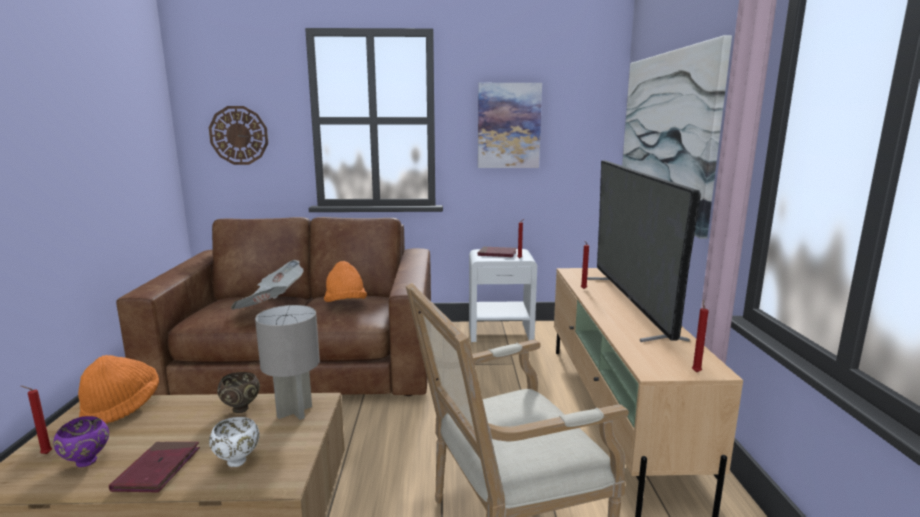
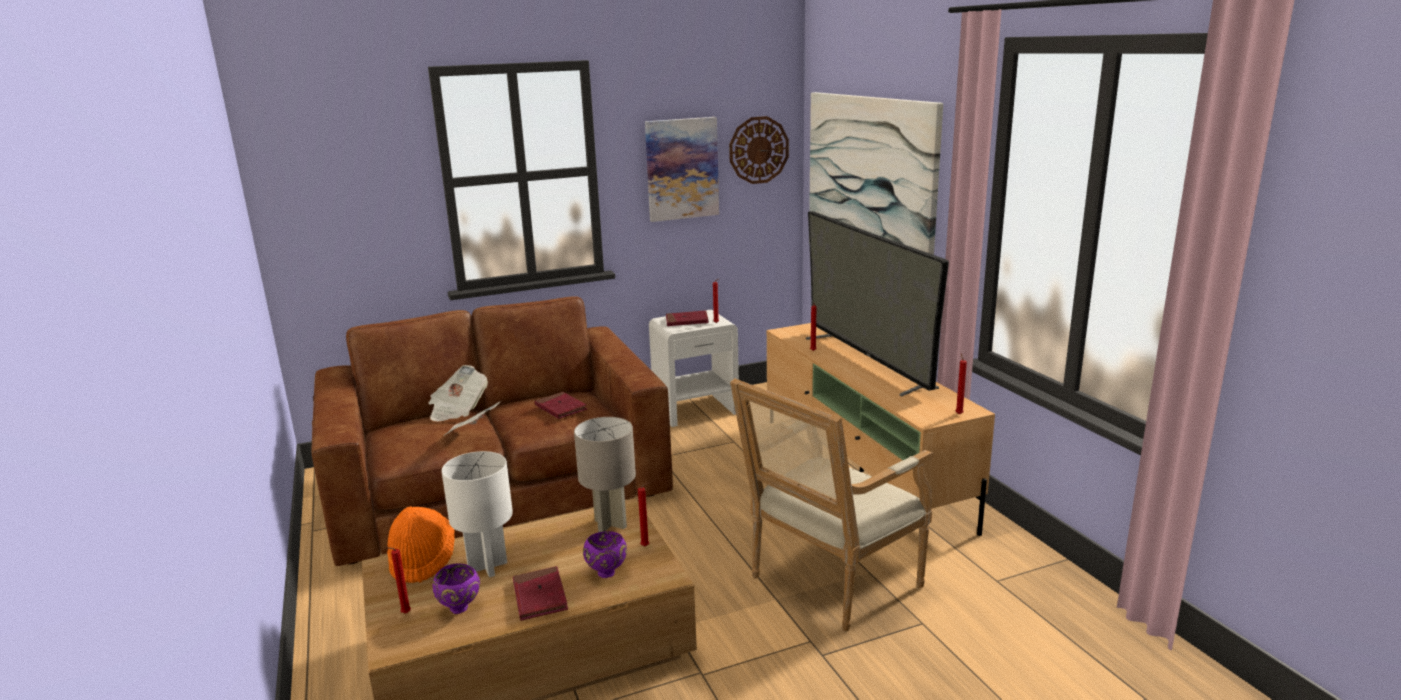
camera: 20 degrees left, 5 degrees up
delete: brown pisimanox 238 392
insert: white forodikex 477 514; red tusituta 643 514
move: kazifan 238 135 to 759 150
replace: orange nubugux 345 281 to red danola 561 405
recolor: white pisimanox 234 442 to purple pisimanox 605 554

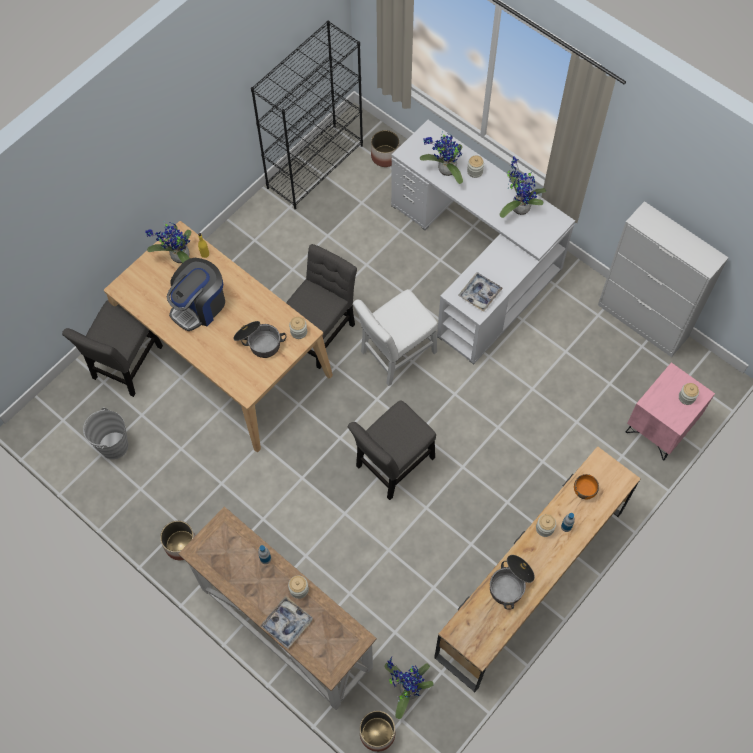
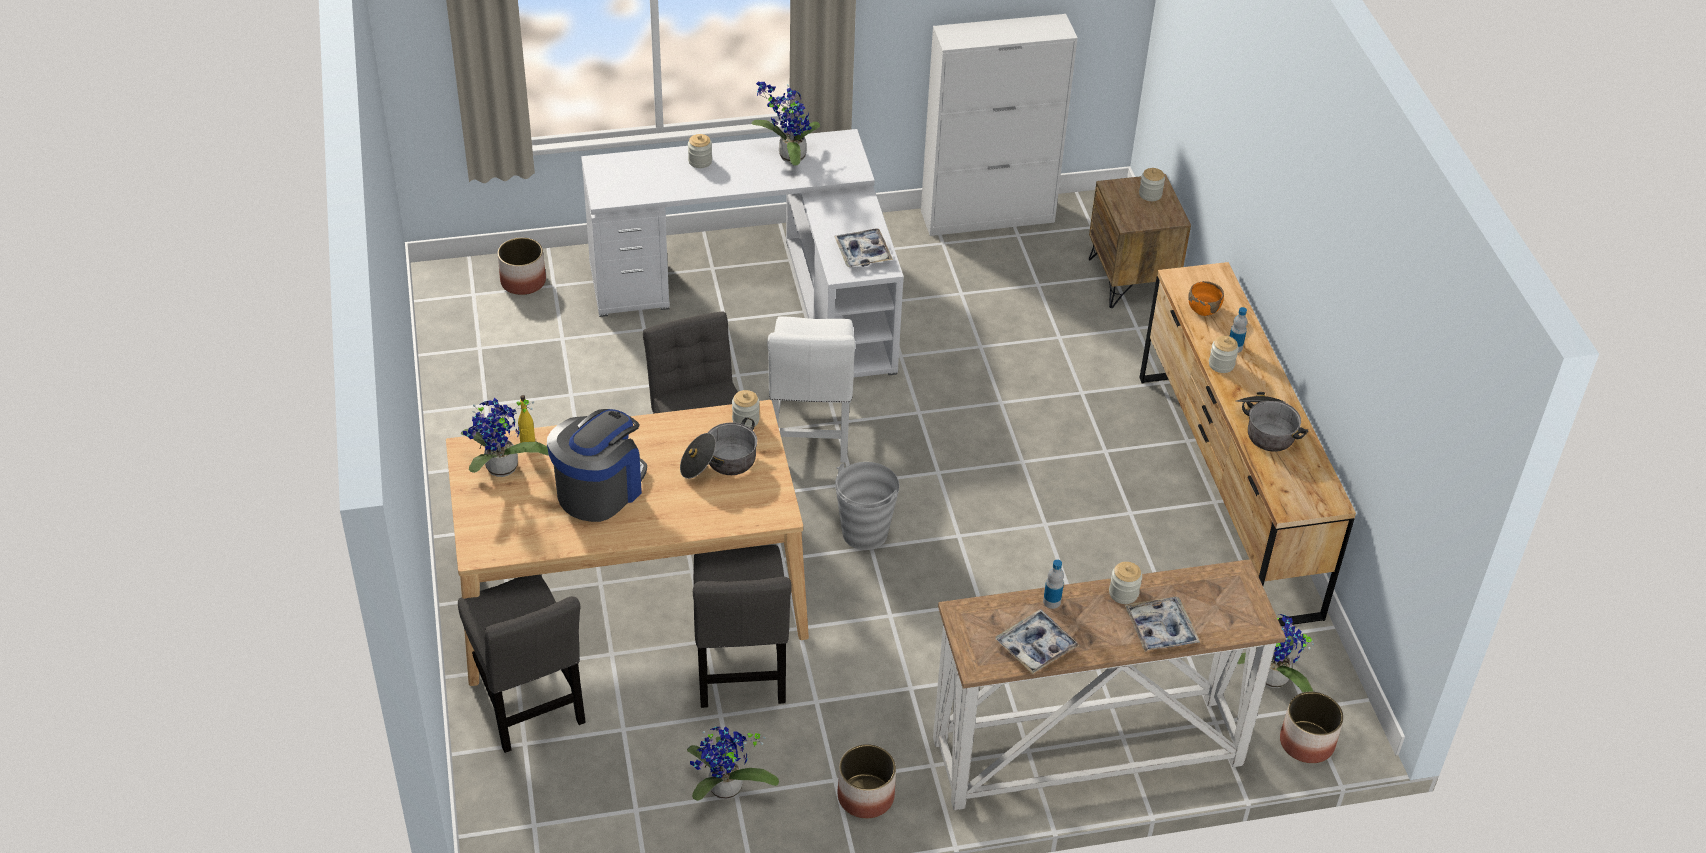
camera: 55 degrees left, 20 degrees down
delete: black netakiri 307 115
insert: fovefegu 1037 641
move: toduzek 441 157 to 733 763; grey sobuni 391 450 to 742 626; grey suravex 105 433 to 867 506
recolor: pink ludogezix 670 411 to brown ludogezix 1140 241
rotate: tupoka 196 294 = 597 465 135 degrees counterclockwise

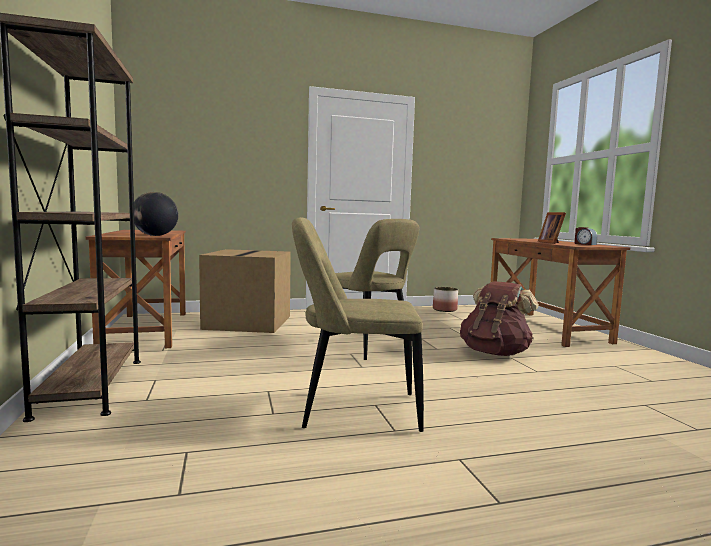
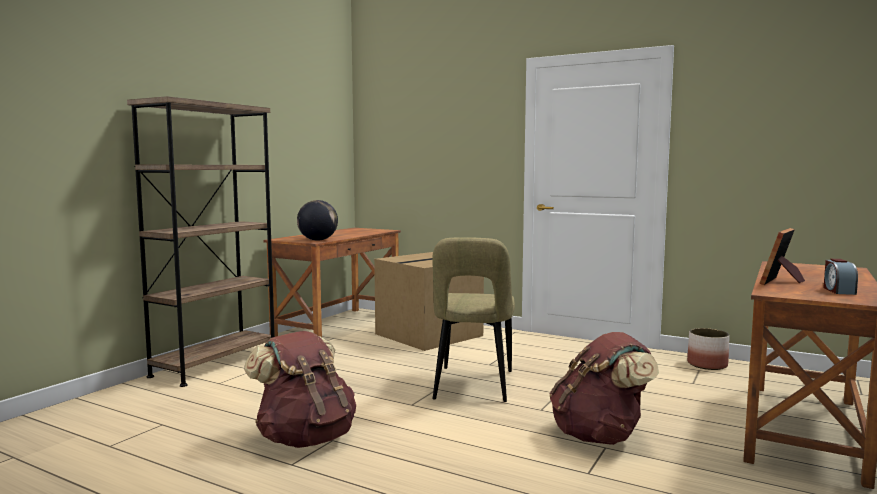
camera: 45 degrees right, 0 degrees up
replace: beige sobuni 358 324 to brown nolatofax 300 389

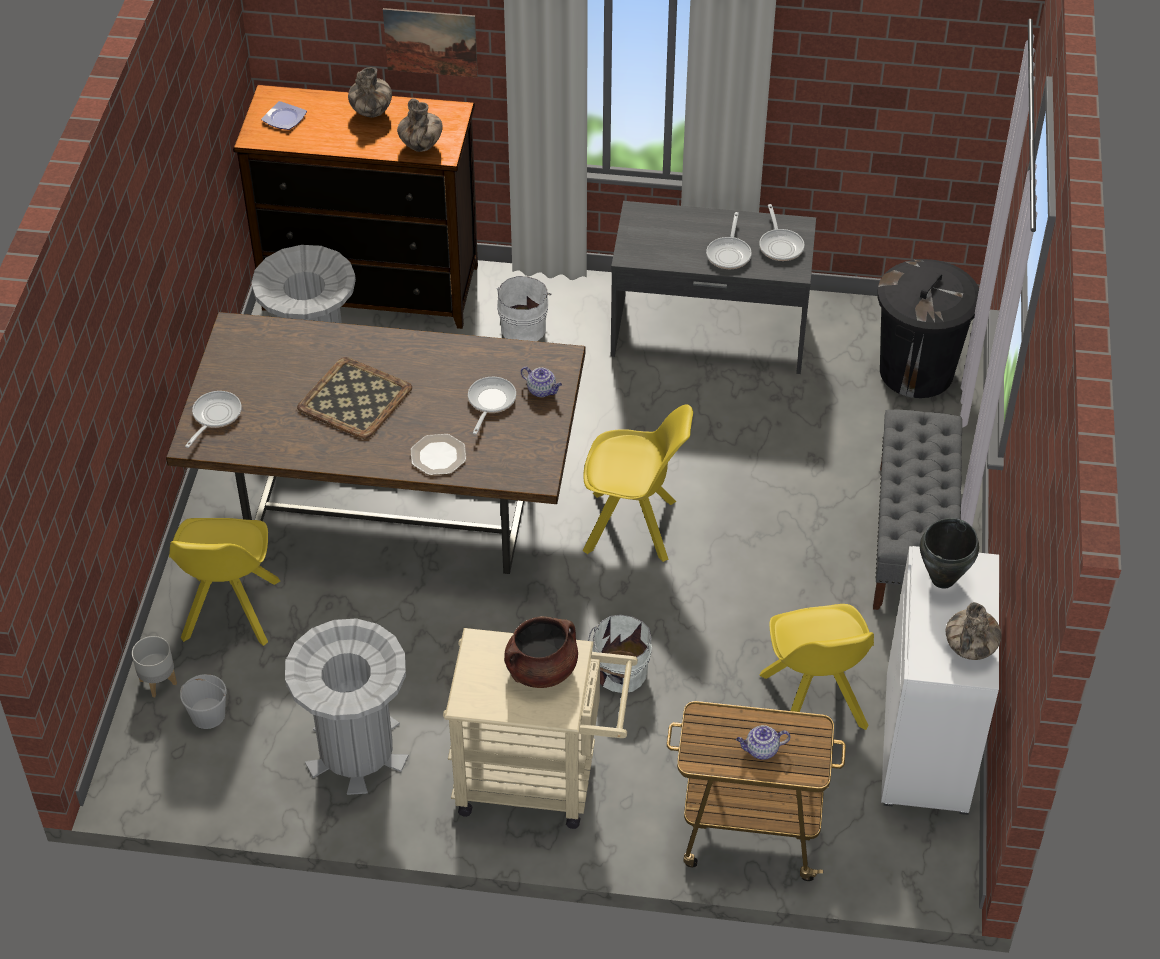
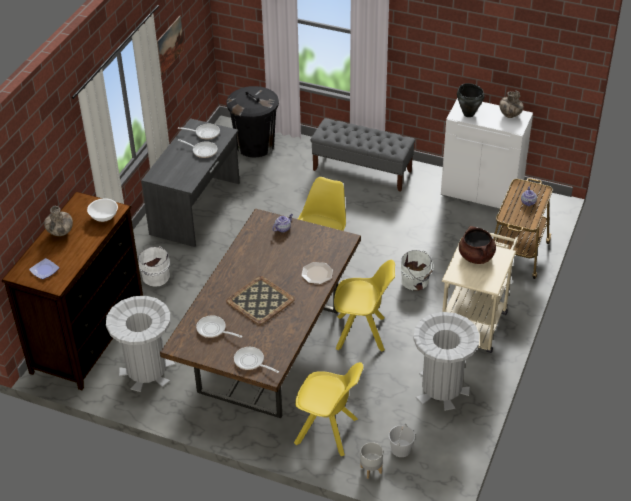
camera: 75 degrees left, 5 degrees down
move: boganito 430 42 to 170 45; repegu 492 405 to 219 326; yellow sobuni 816 667 to 364 305
replace: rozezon 420 125 to white pisimanox 102 210

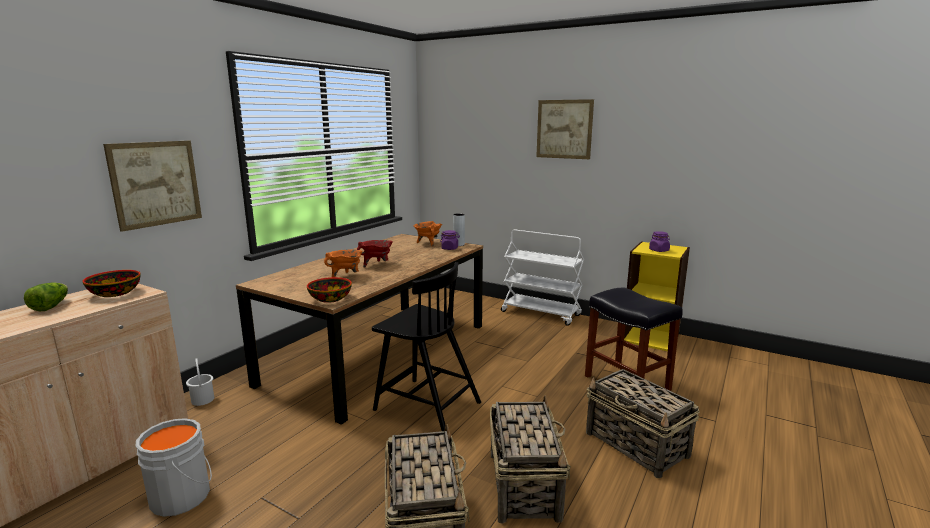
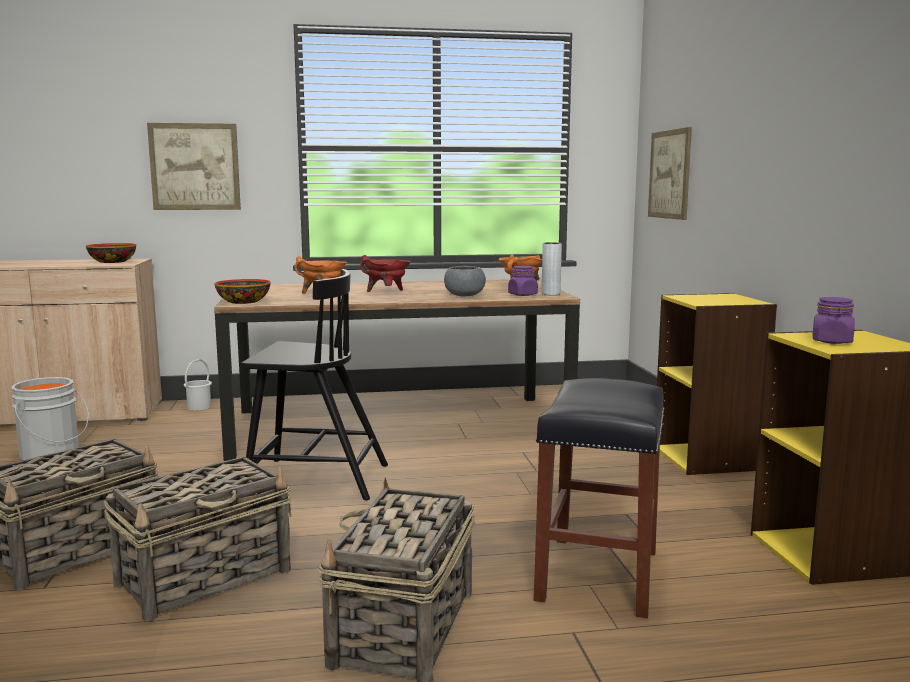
camera: 50 degrees right, 5 degrees down
delete: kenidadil 46 297
insert: grey pisimanox 465 281
move: boganito 565 129 to 670 173
replace: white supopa 542 278 to yellow netakiri 717 384
rotate: black sobuni 426 346 = 314 384 75 degrees counterclockwise

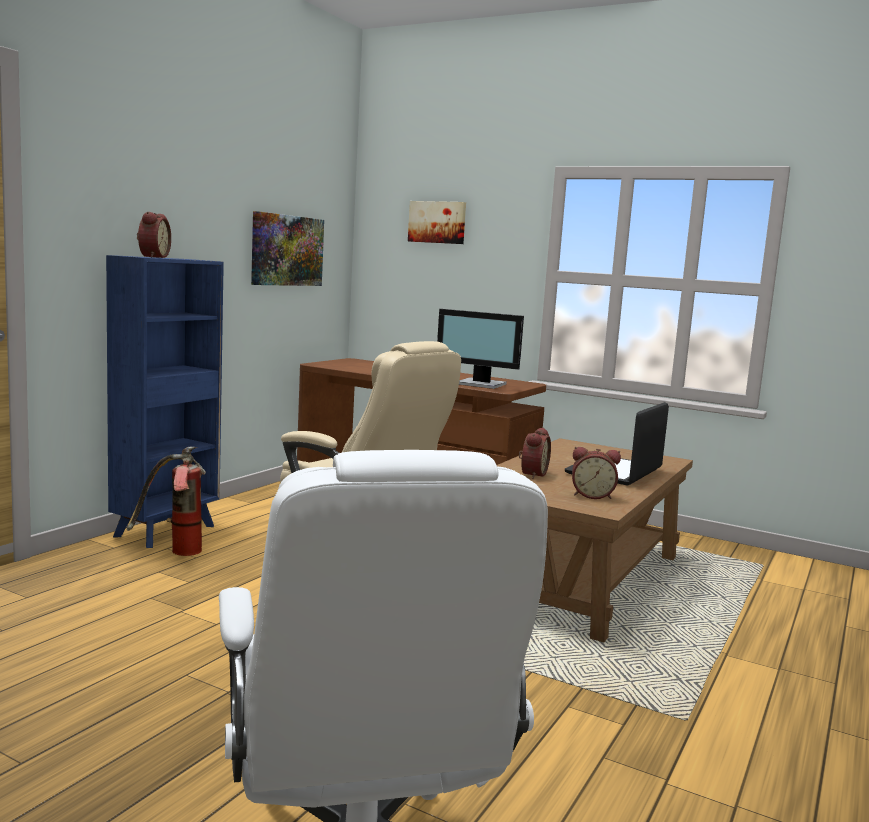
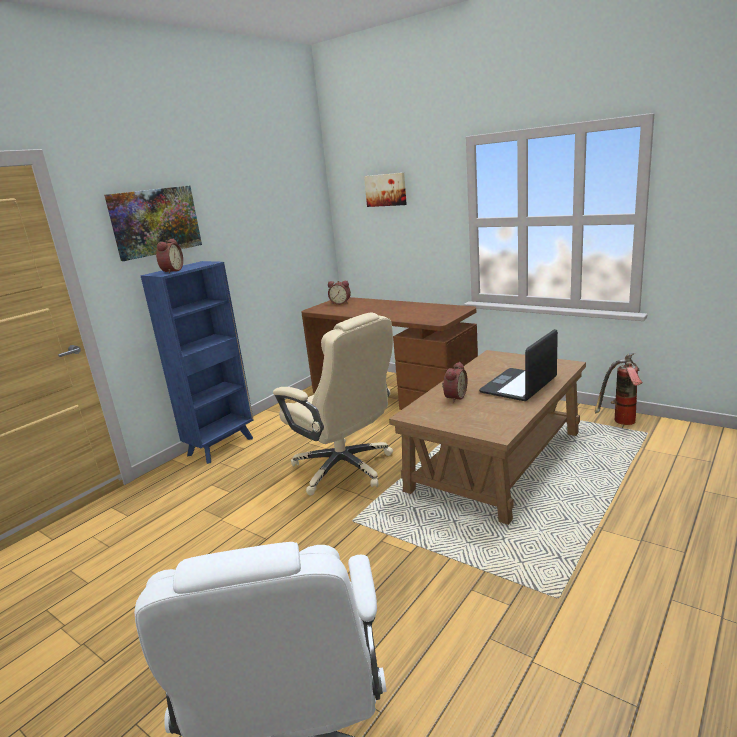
camera: 10 degrees right, 10 degrees up
delete: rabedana 480 349
move: boganito 287 248 to 153 223; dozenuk 596 473 to 339 293; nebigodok 166 501 to 618 389

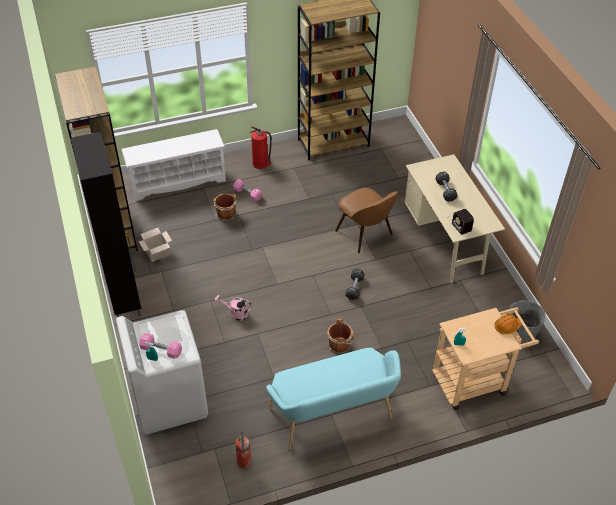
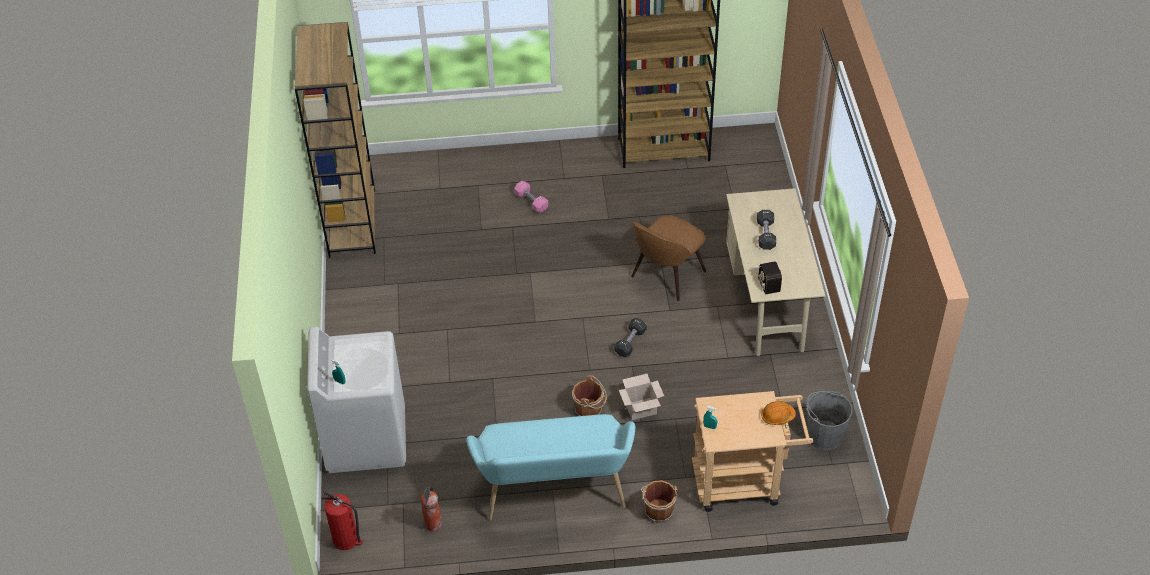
camera: 15 degrees right, 0 degrees up
delete: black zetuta 106 224; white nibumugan 173 165; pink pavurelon 160 346; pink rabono 233 308
move: nebigodok 260 147 to 342 521; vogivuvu 155 245 to 641 397; brown suravex 225 207 to 659 501
rotate: brown sobuni 366 220 = 668 258 60 degrees clockwise

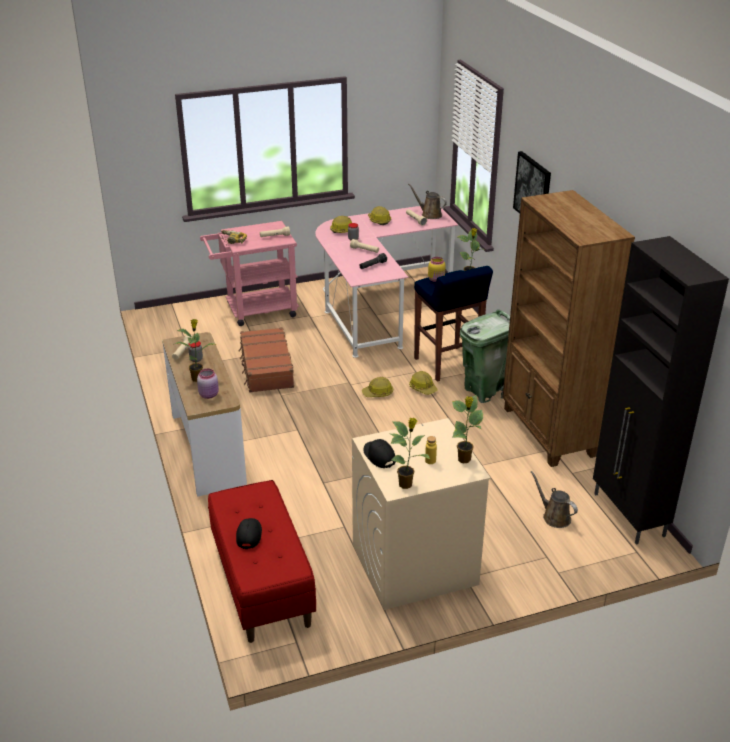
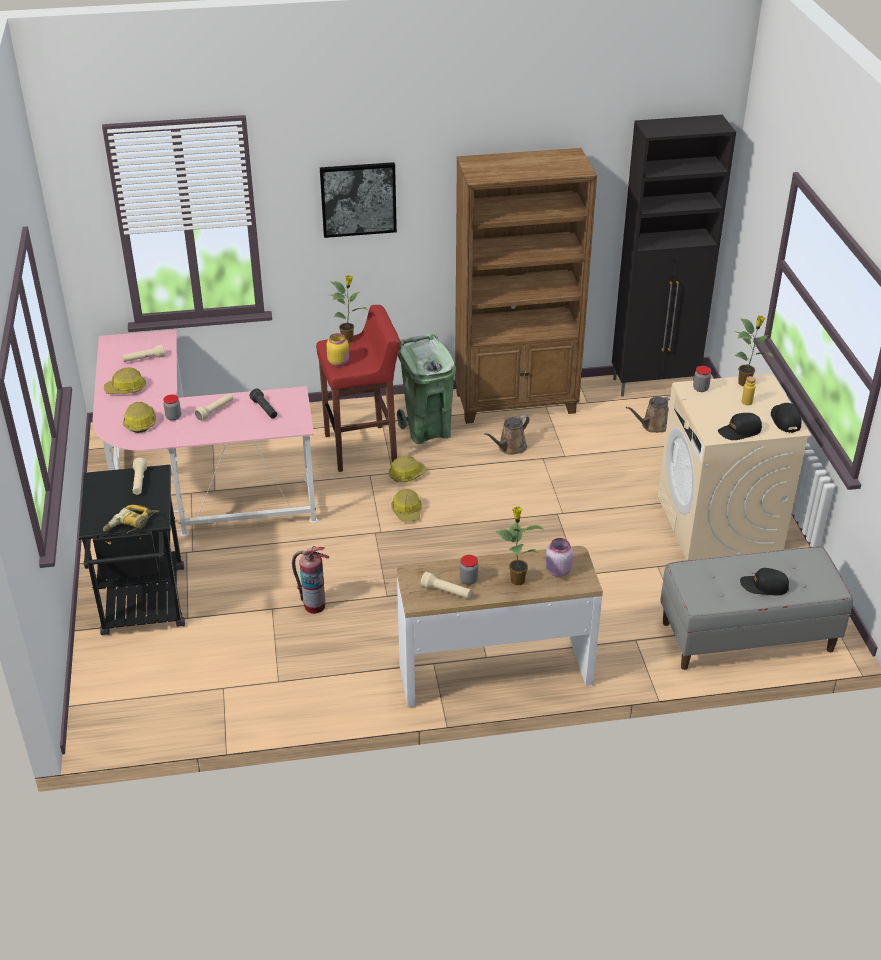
camera: 80 degrees left, 5 degrees up
insert: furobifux 702 379
move: brown rabono 427 201 to 507 435
replace: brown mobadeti 266 359 to nebigodok 310 580; toduzek 409 453 to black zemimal 786 418
recolor: pink supopa 249 273 to black supopa 132 550; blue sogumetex 453 324 to red sogumetex 358 388; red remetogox 262 561 to grey remetogox 756 608

